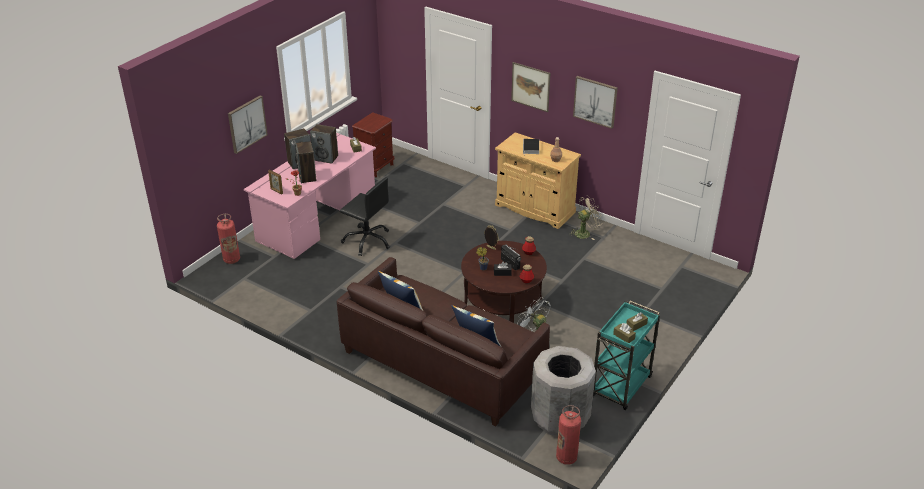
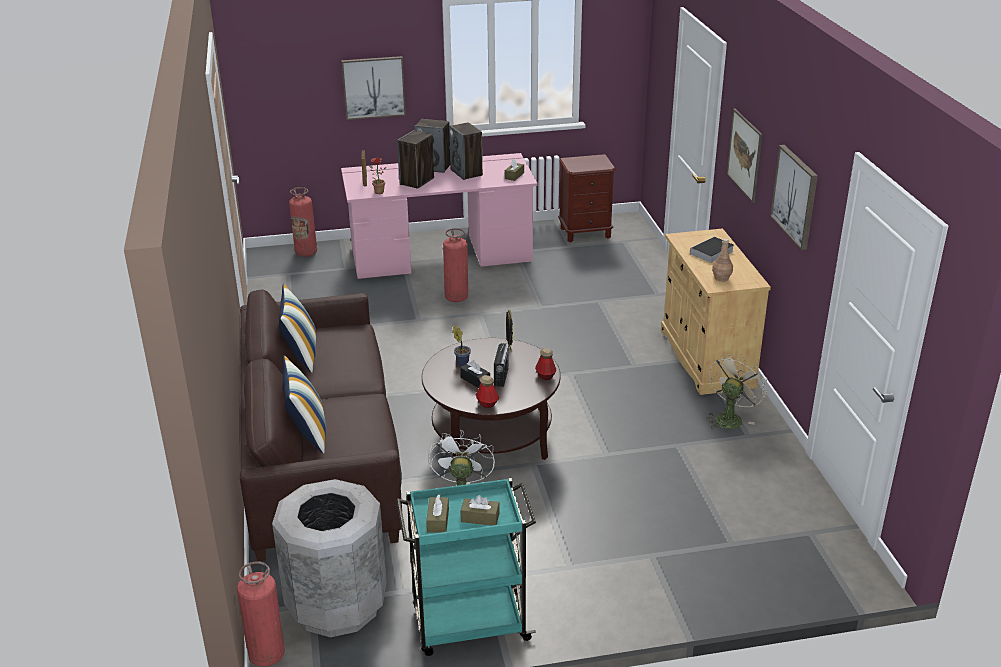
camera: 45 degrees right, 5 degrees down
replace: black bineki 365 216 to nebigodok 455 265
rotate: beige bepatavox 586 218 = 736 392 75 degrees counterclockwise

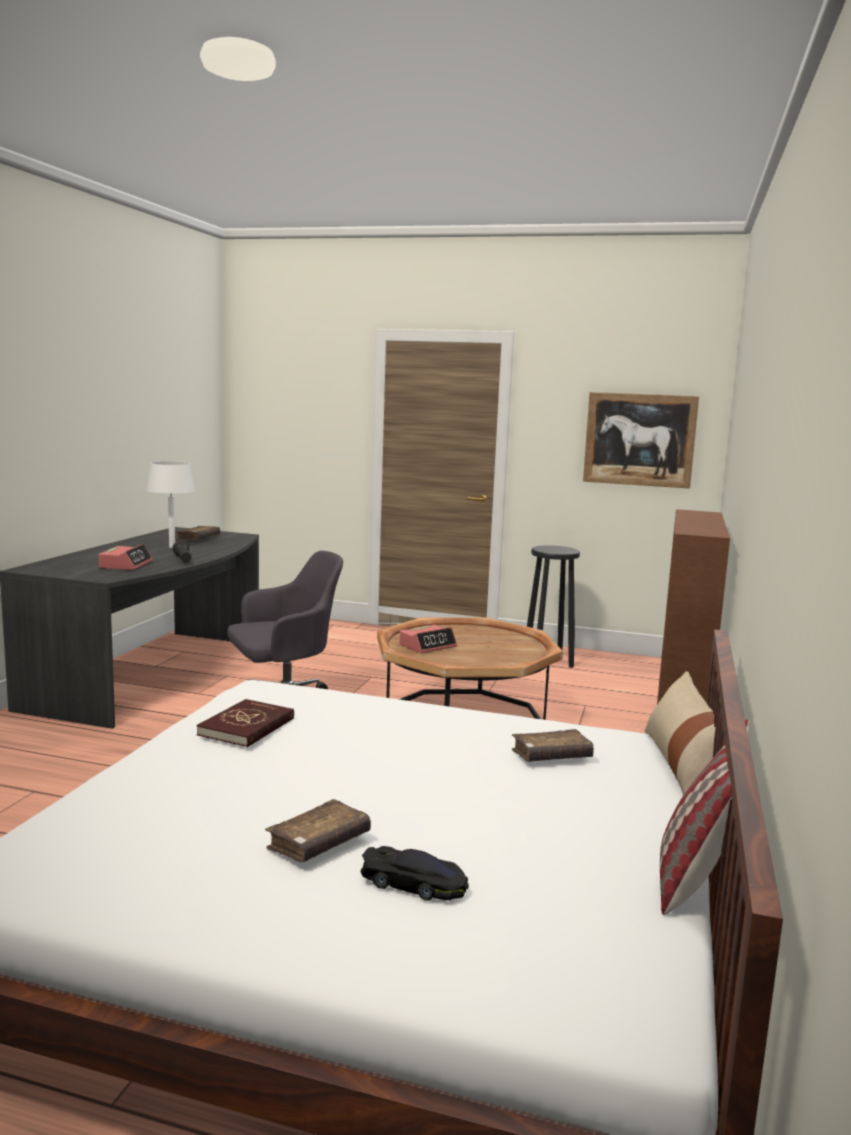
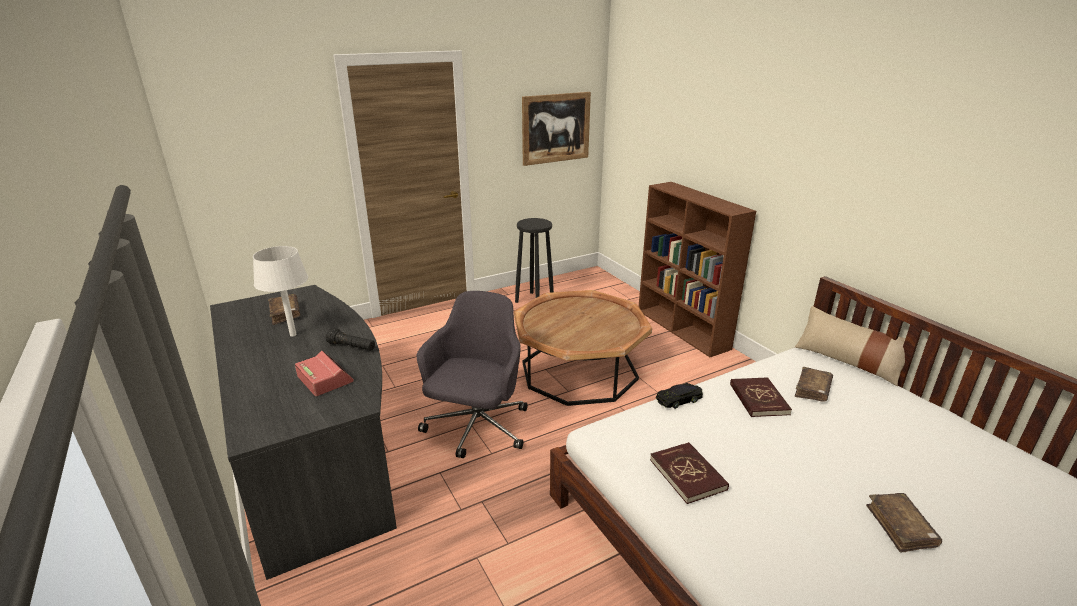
camera: 45 degrees left, 15 degrees up
delete: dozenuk 428 639; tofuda 705 817
insert: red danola 761 397
move: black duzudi 414 873 to 679 396

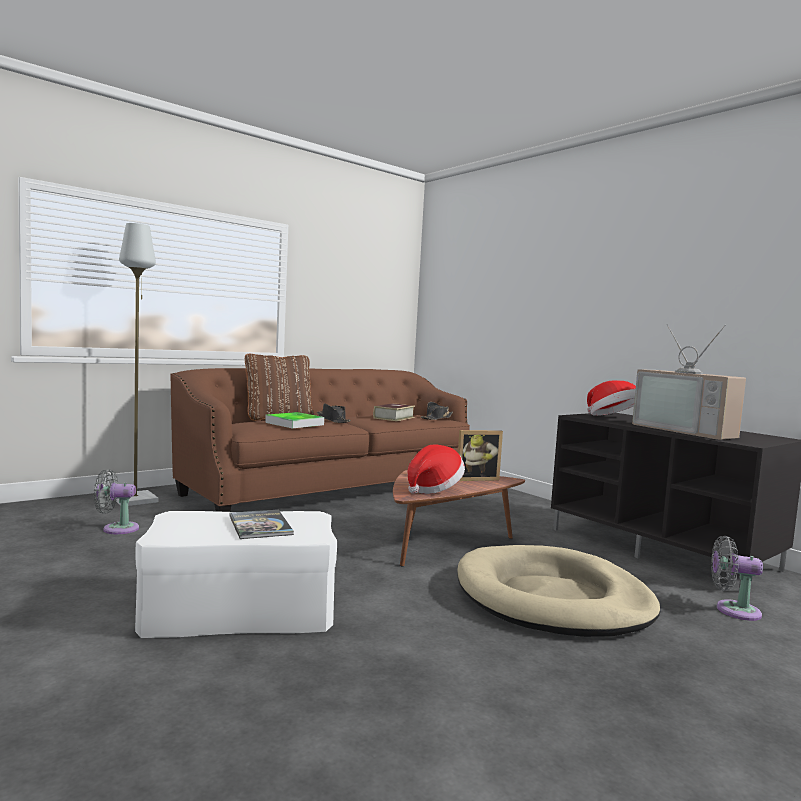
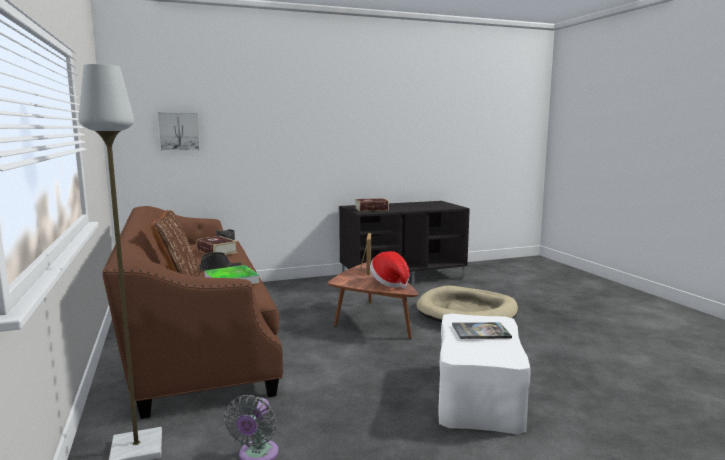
camera: 70 degrees left, 5 degrees up
delete: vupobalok 689 382; grey bepatavox 737 578
insert: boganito 178 131
replace: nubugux 611 398 to danola 372 204

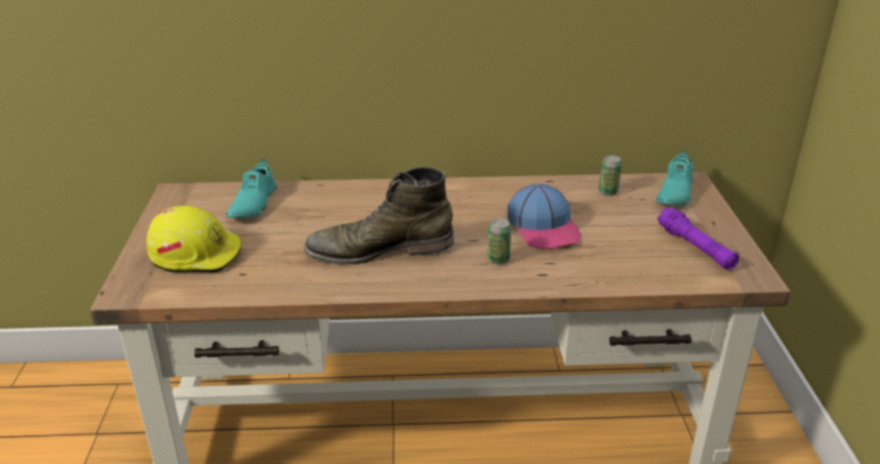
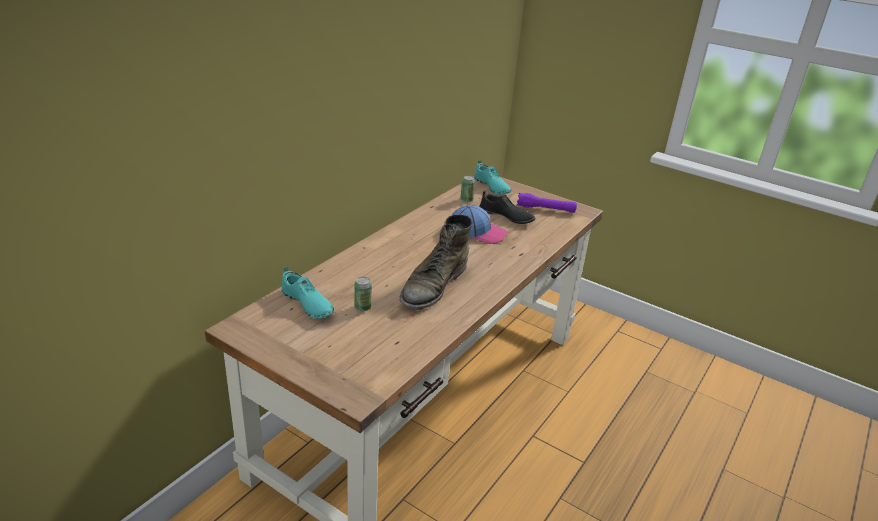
camera: 55 degrees left, 0 degrees up
delete: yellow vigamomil 193 239
insert: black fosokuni 507 207
move: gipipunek 499 241 to 363 294

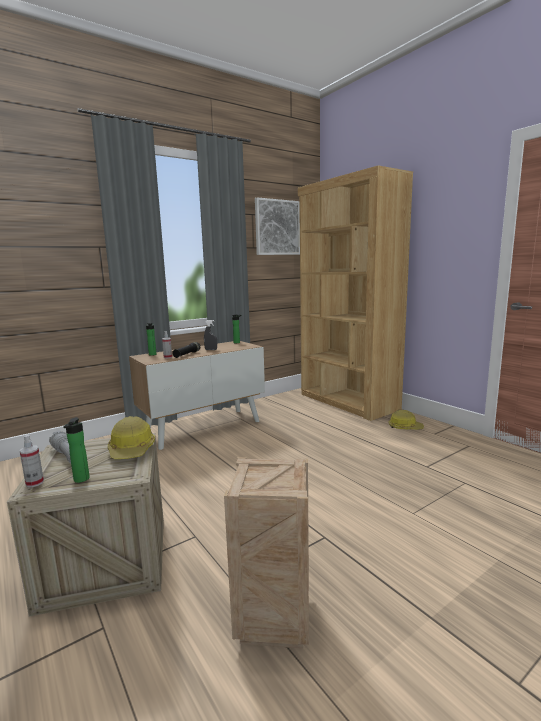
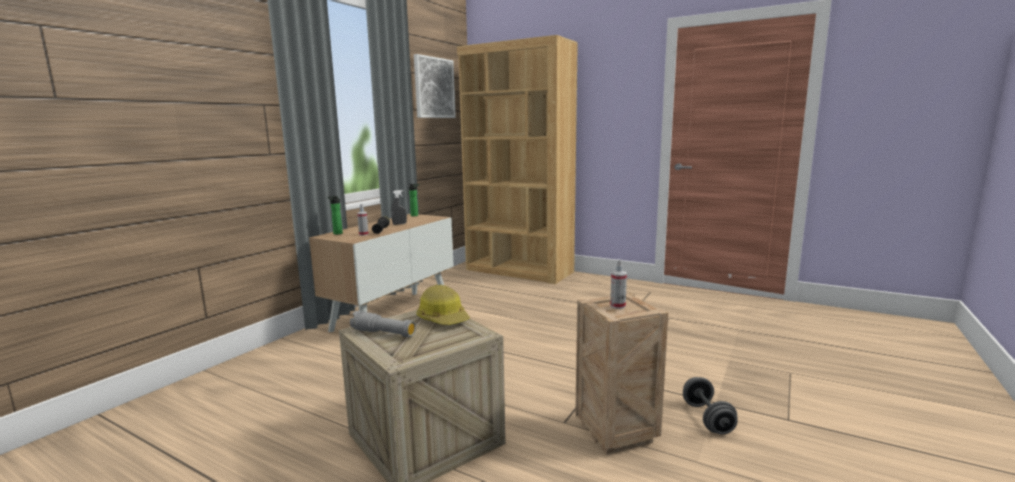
camera: 25 degrees left, 0 degrees up
delete: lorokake 76 450; vigamomil 406 419
insert: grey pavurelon 710 406
move: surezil 32 461 to 618 284

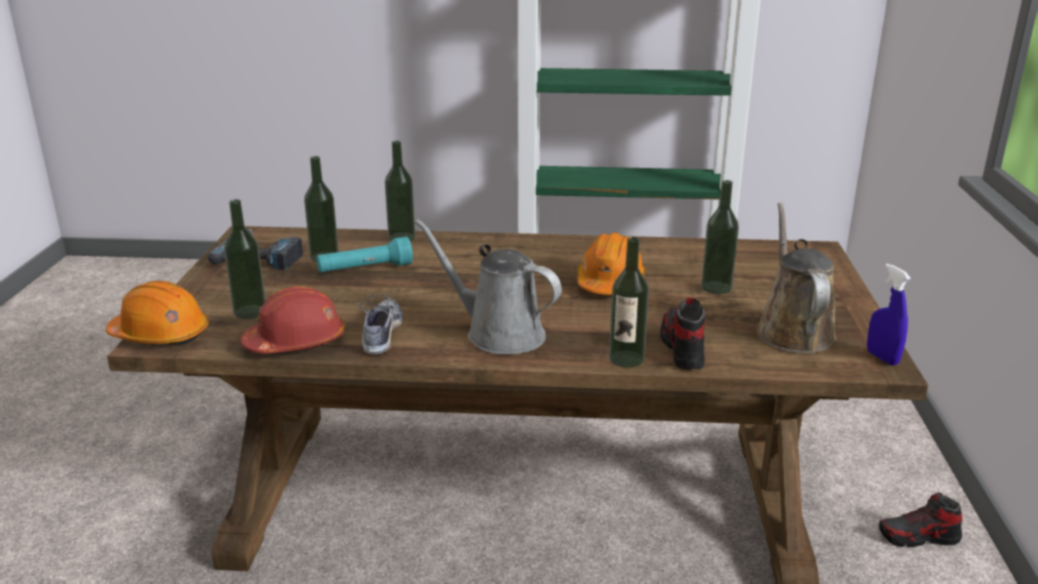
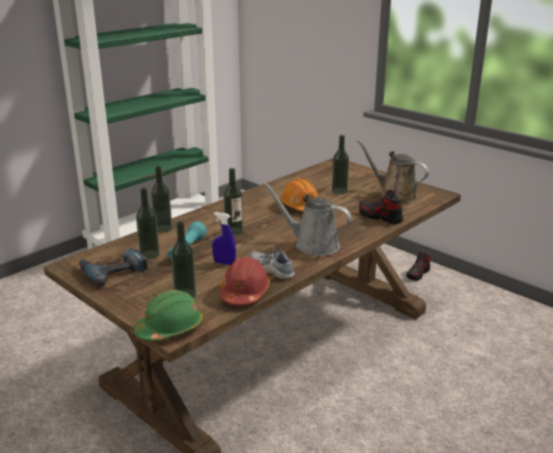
camera: 50 degrees left, 0 degrees up
move: blue surezil 889 314 to 224 238; lorokake 629 302 to 233 201
recolor: orange vigamomil 157 313 to green vigamomil 168 315
rotate: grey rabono 488 286 = 307 219 45 degrees clockwise

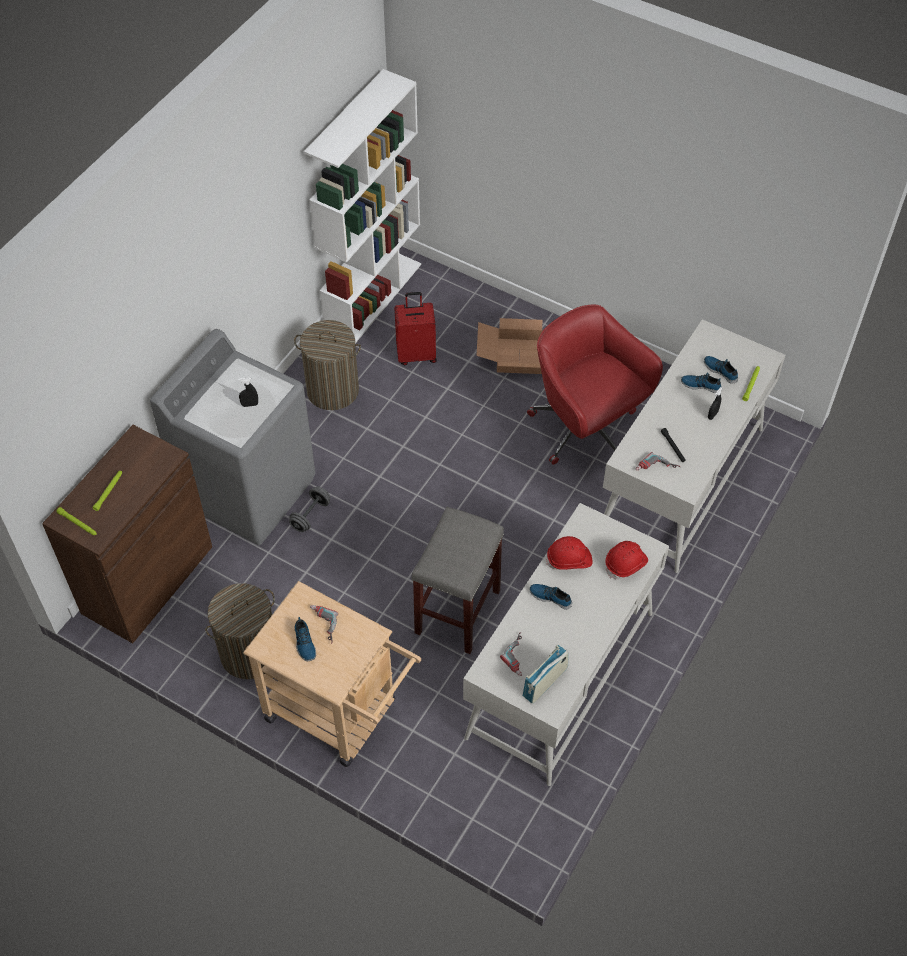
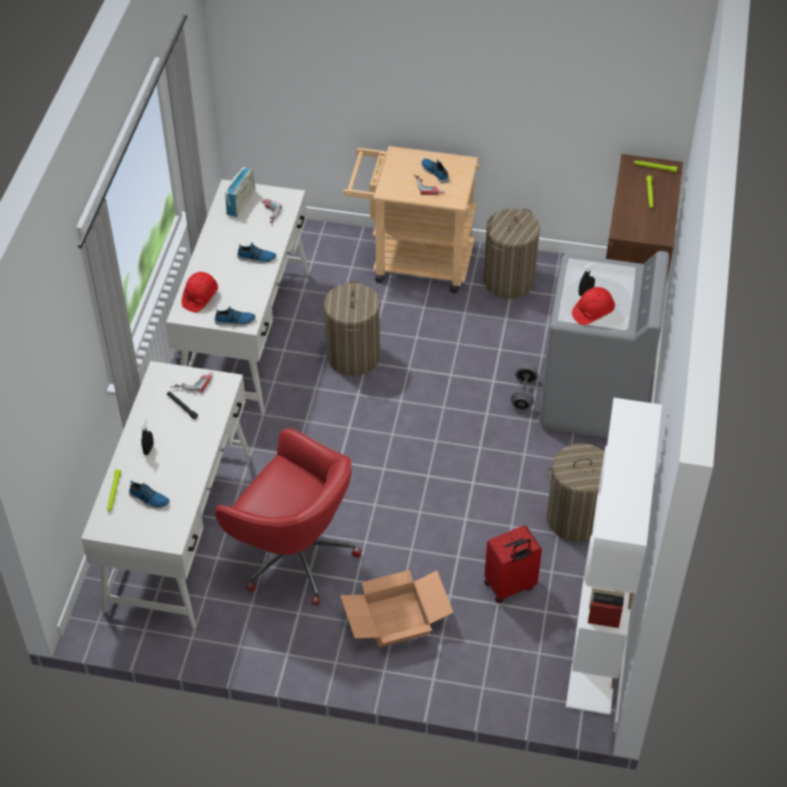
camera: 160 degrees right, 5 degrees down
move: fosokuni 701 383 to 235 316; red vigamomil 570 553 to 593 306
replace: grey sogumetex 457 580 to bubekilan 352 328

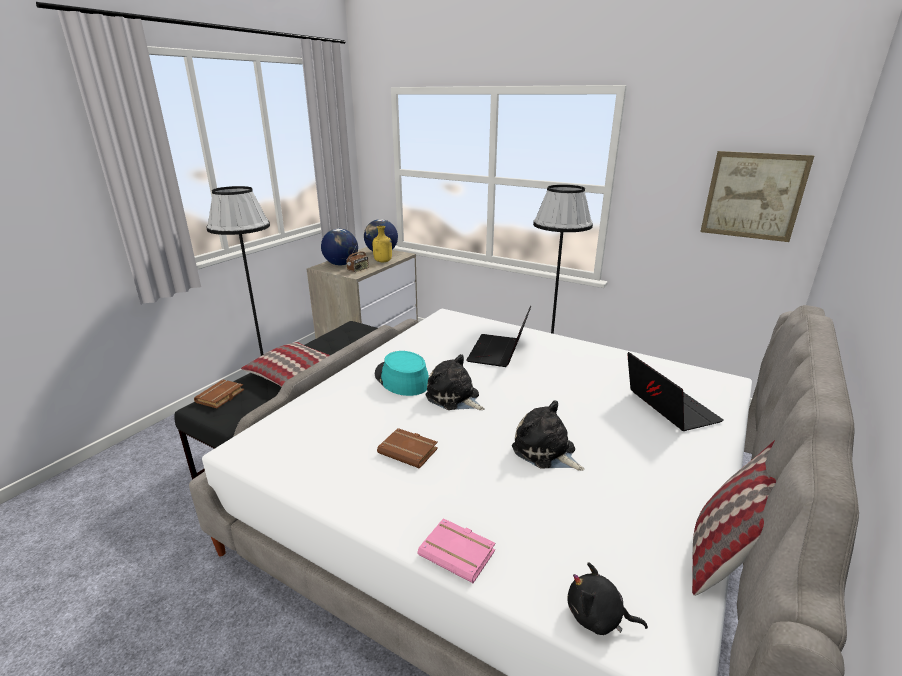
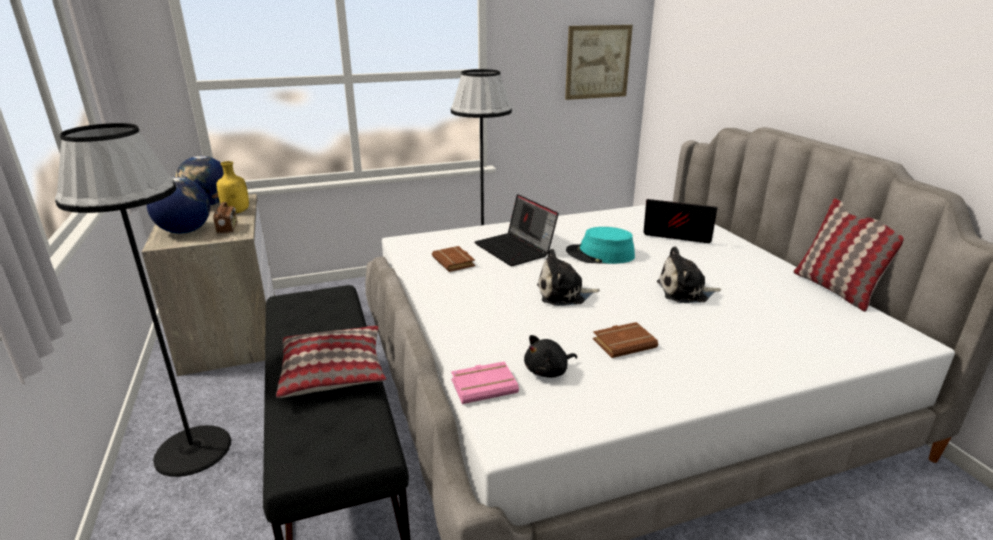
camera: 50 degrees left, 0 degrees up
move: brown danola 219 394 to 453 259; pink danola 456 550 to 485 382; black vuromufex 607 598 to 550 356; turquoise nubugux 402 373 to 600 245

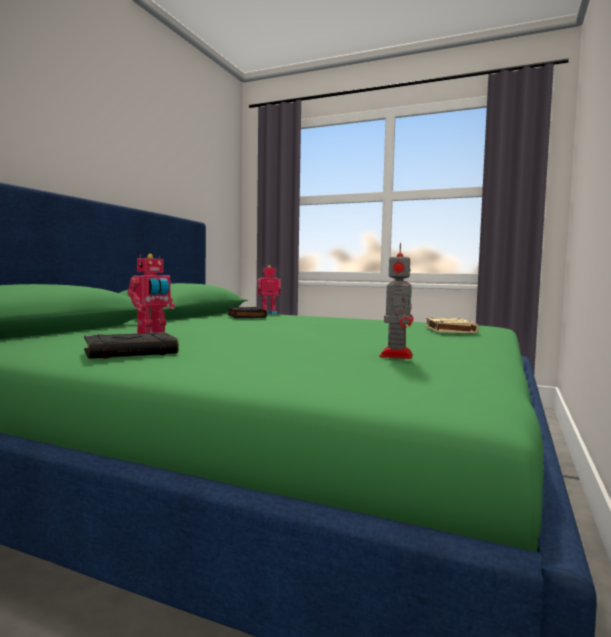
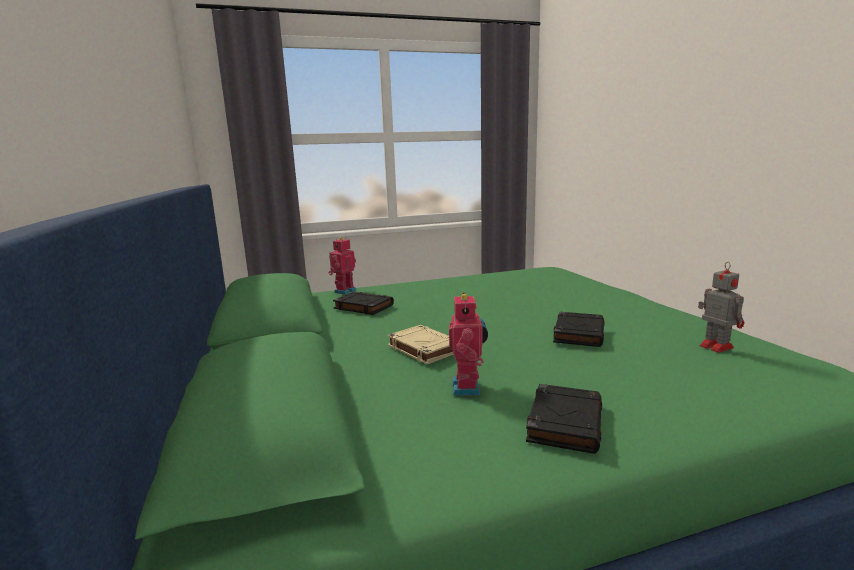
camera: 40 degrees left, 10 degrees up
insert: black danola 579 329
move: beige danola 452 325 to 420 344

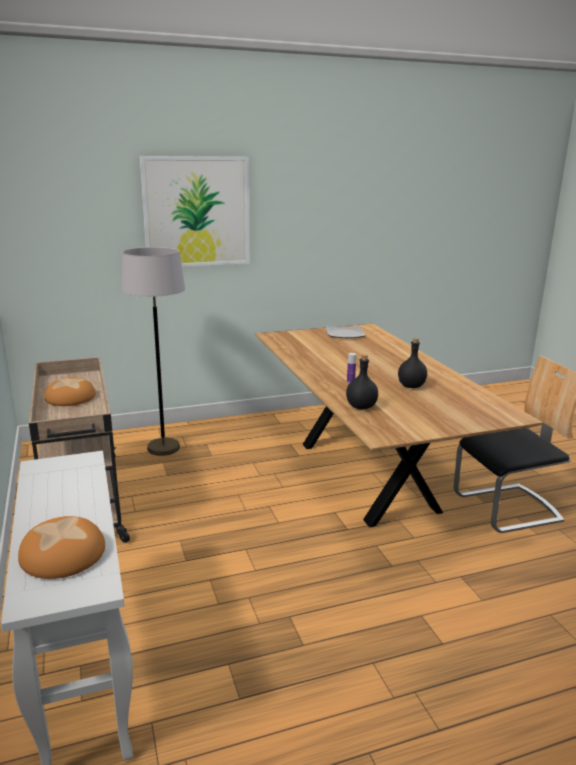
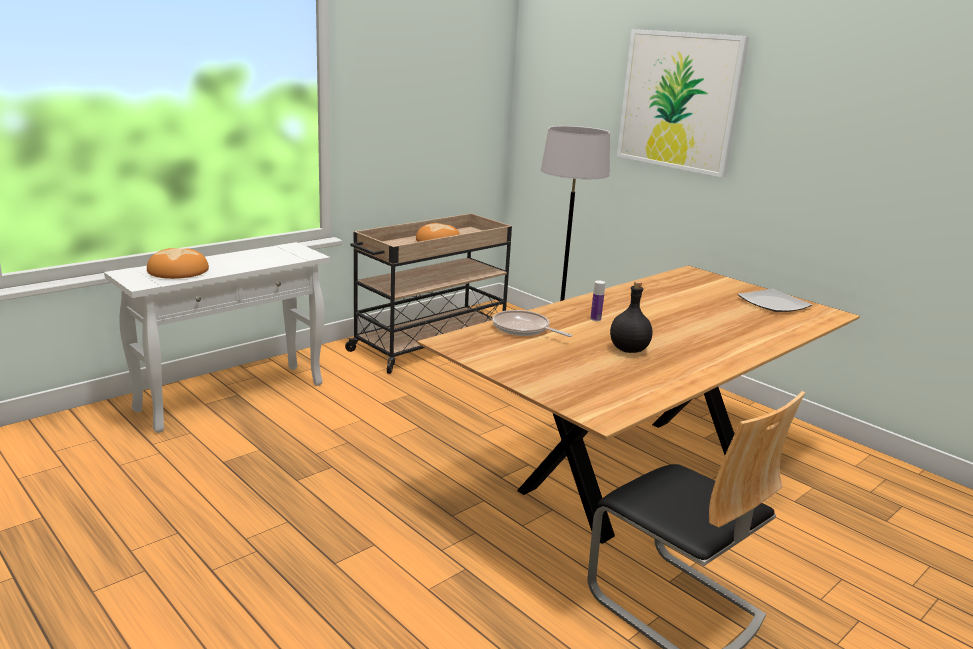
camera: 65 degrees right, 0 degrees up
replace: black lorokake 362 382 to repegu 532 323

